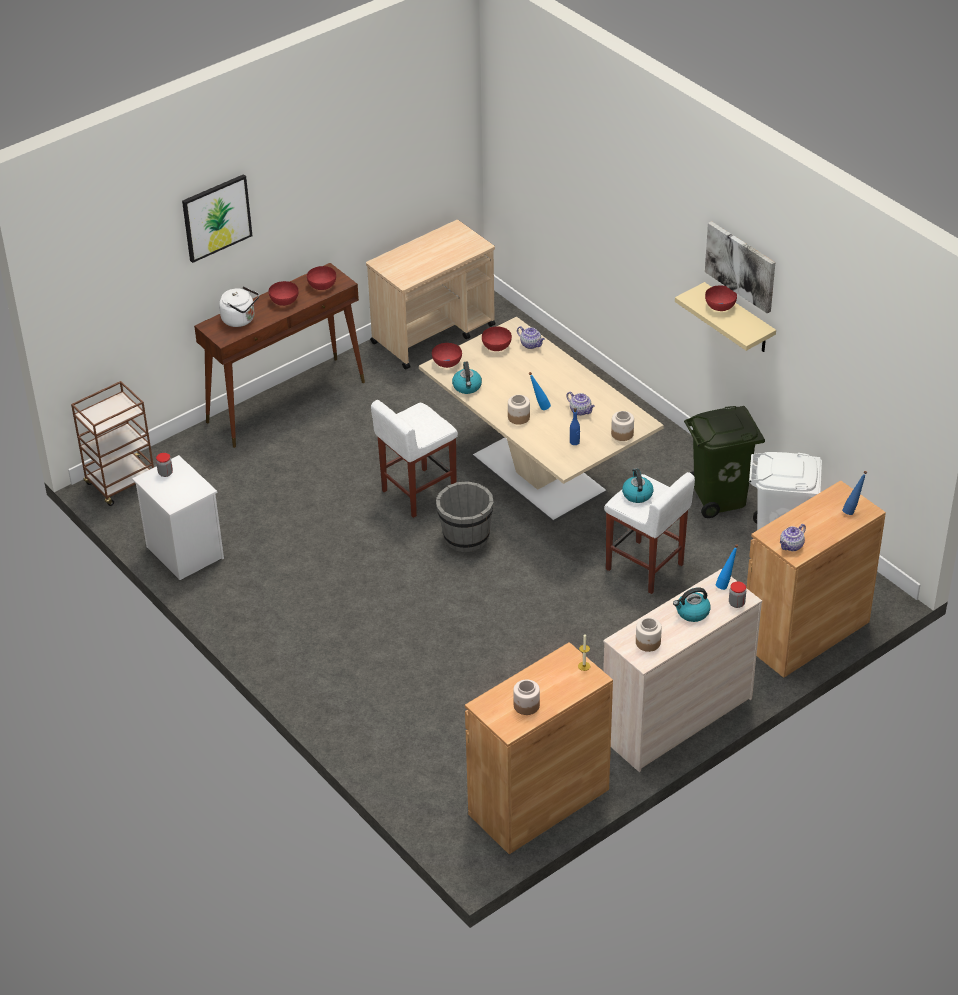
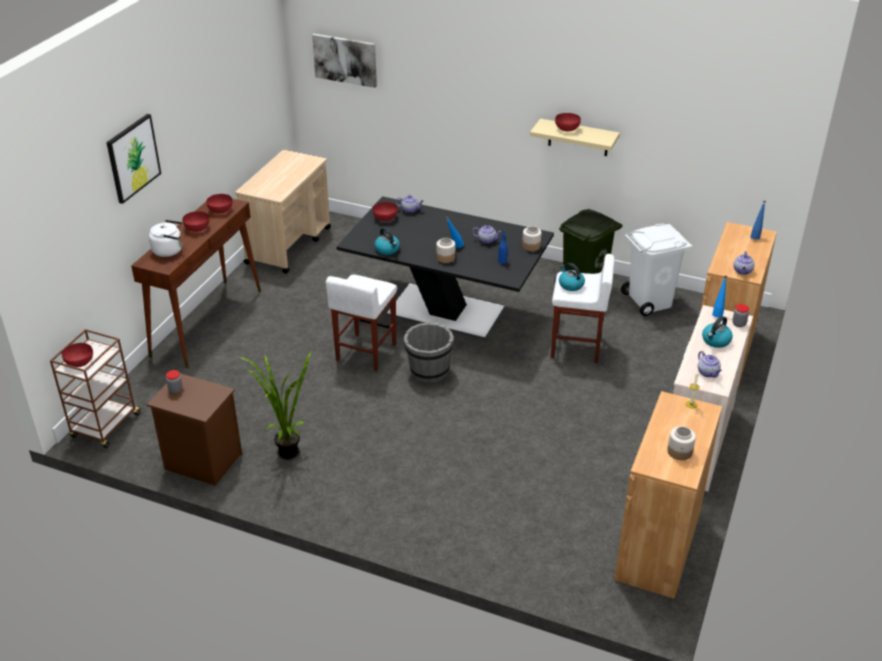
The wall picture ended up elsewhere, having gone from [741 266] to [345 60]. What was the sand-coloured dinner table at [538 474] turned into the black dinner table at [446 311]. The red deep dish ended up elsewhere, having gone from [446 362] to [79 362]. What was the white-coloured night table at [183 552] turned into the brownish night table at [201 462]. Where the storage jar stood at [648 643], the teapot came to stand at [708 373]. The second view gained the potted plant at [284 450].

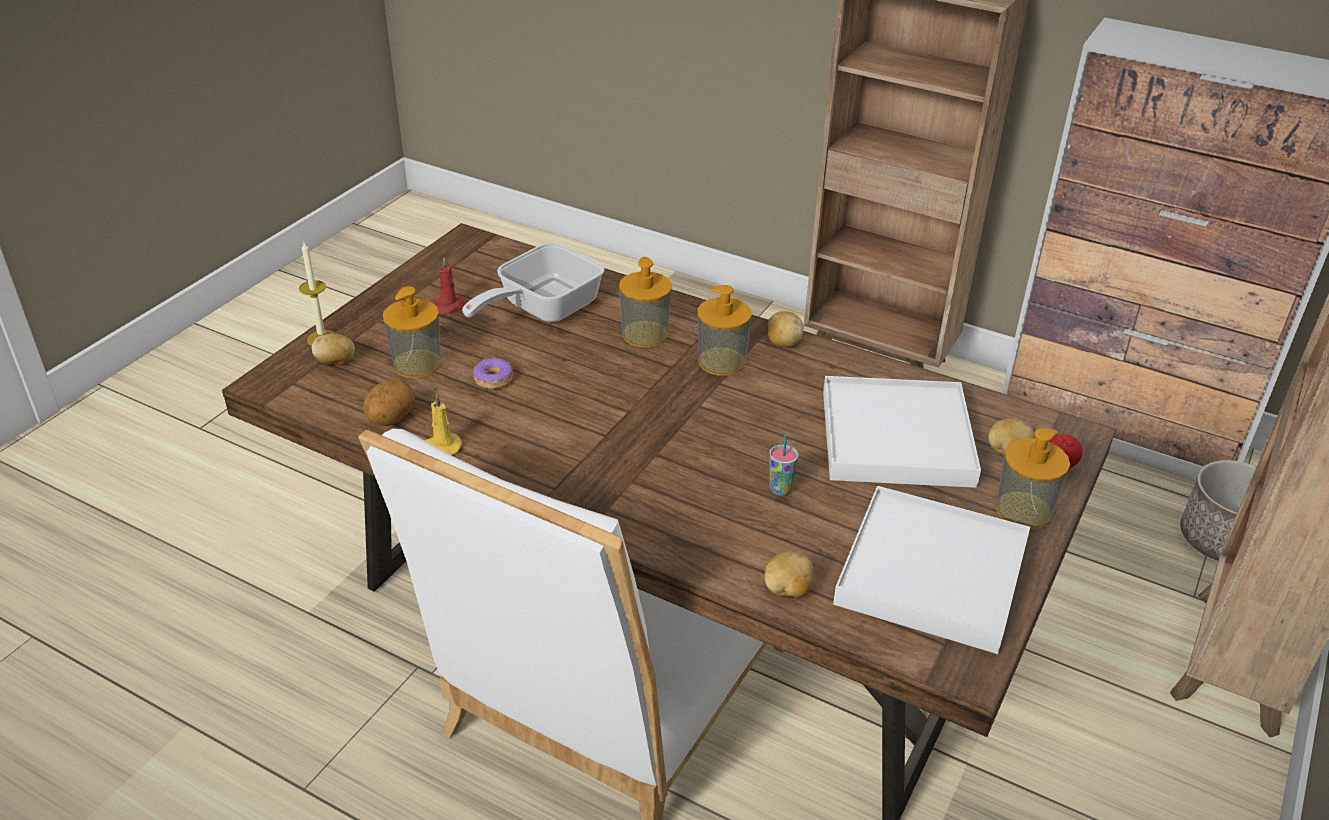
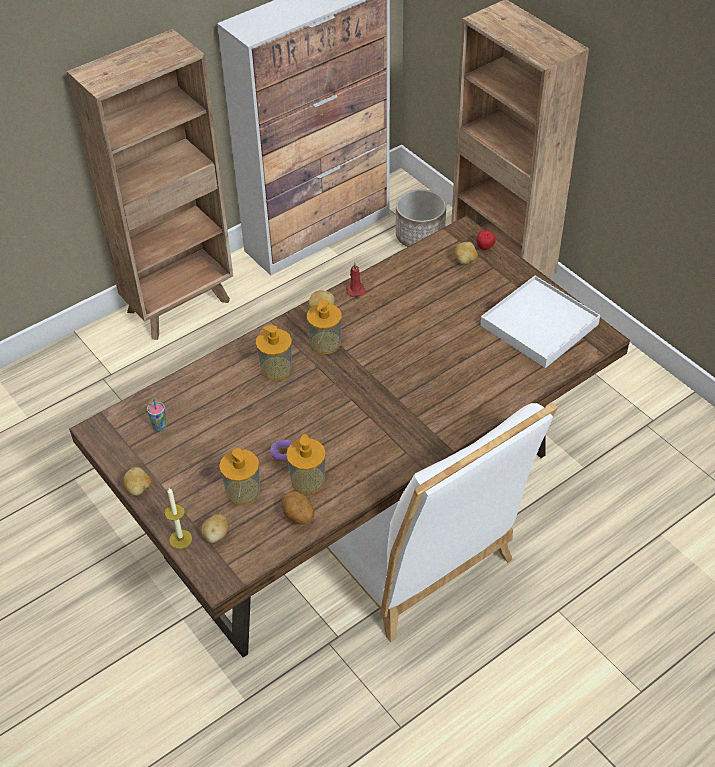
The second view lost the skillet at [541 309]. The red candle ended up elsewhere, having gone from [450 306] to [355 289]. The second view lost the white-coloured serving tray at [896 437]. The second view lost the yellow-coloured candle at [441 446]. The soap bottle ended up elsewhere, having gone from [1023 511] to [308 480]. The small cup ended up elsewhere, having gone from [780 489] to [159 426]. The spud ended up elsewhere, having gone from [787 590] to [139 489].

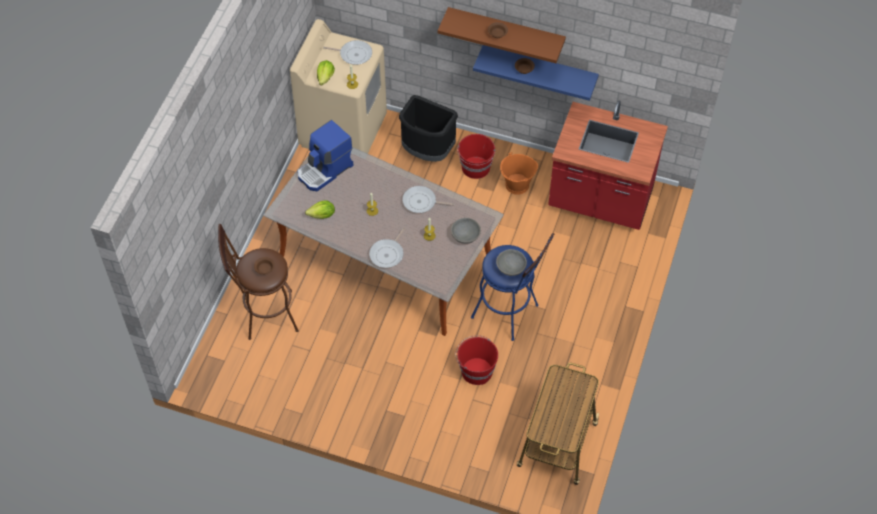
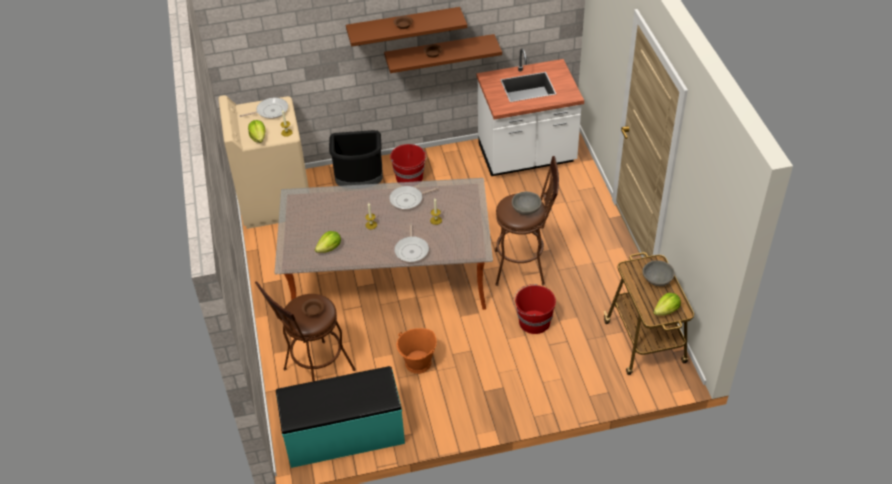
What was the blue-coloured shelf at [539 68] turned into the brownish shelf at [440 53]. What was the red counter at [600 200] turned into the white-coloured counter at [527 156]. The second view lost the coffee machine at [325 170]. The orange-coloured pail ended up elsewhere, having gone from [517 185] to [418 363]. The gray deep dish ended up elsewhere, having gone from [465 235] to [656 279]. What was the blue-coloured stool seat at [510 314] turned into the brownish stool seat at [525 267]. The second view gained the lettuce at [666 311]. The second view gained the turquoise long seat at [344 435].

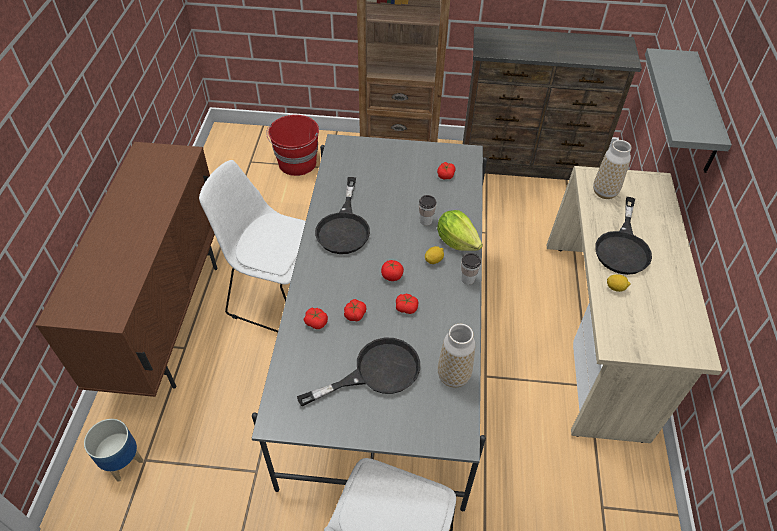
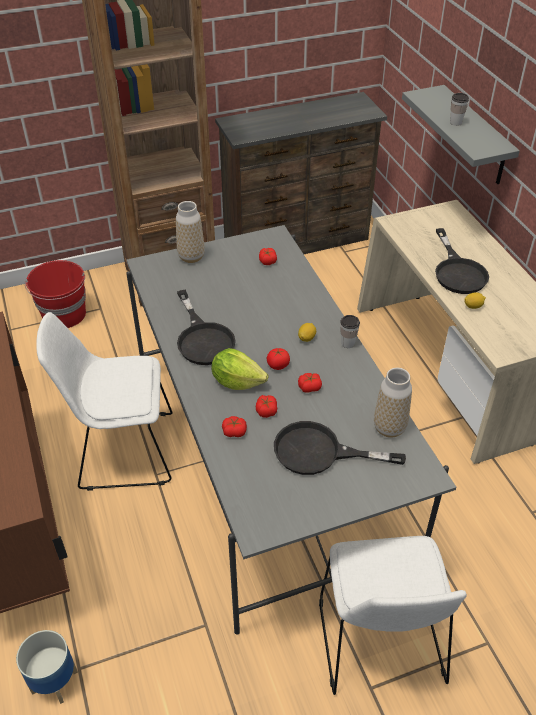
The decorative vase ended up elsewhere, having gone from [604 192] to [191 257]. The small cup ended up elsewhere, having gone from [426 221] to [455 122]. The lettuce ended up elsewhere, having gone from [457 241] to [237 381]. The black skillet at [376 372] ended up facing another way, 120 degrees counterclockwise from before.

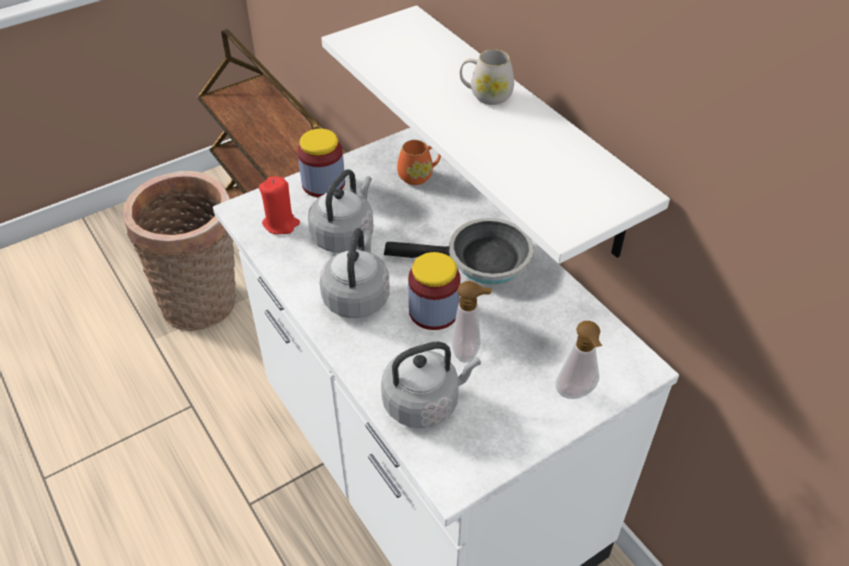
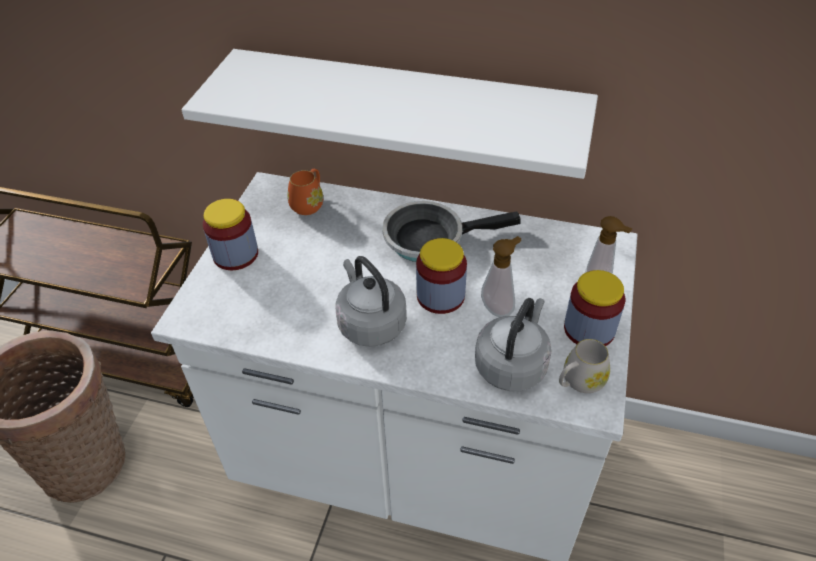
The white-coloured mug ended up elsewhere, having gone from [485 95] to [579 382]. The second view lost the gray tea kettle at [344 234]. The second view lost the red candle at [281 224]. The skillet at [481 260] ended up facing another way, 150 degrees counterclockwise from before. The second view gained the storage jar at [589 329].

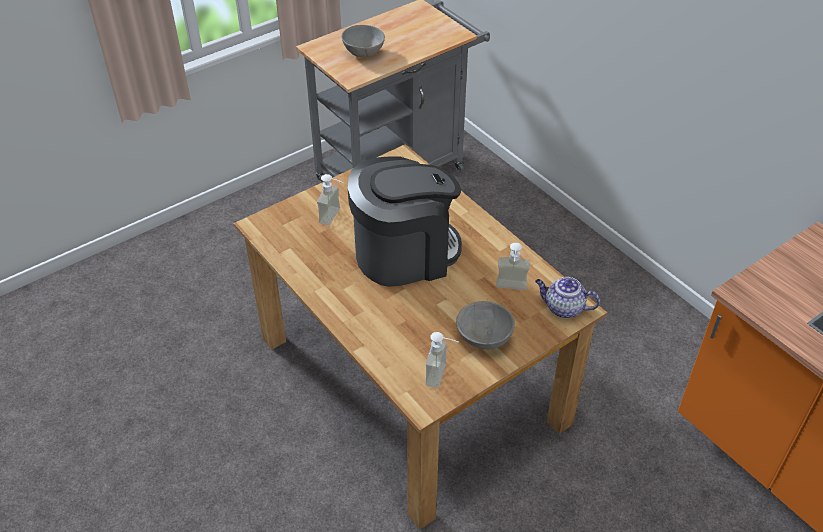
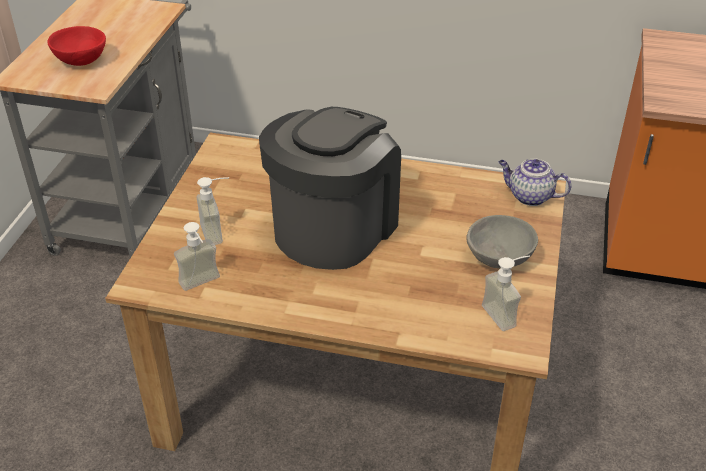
What was the gray deep dish at [364 53] turned into the red deep dish at [81 60]. The soap bottle ended up elsewhere, having gone from [511 289] to [203 285]. The teapot at [563 308] ended up facing another way, 45 degrees clockwise from before.

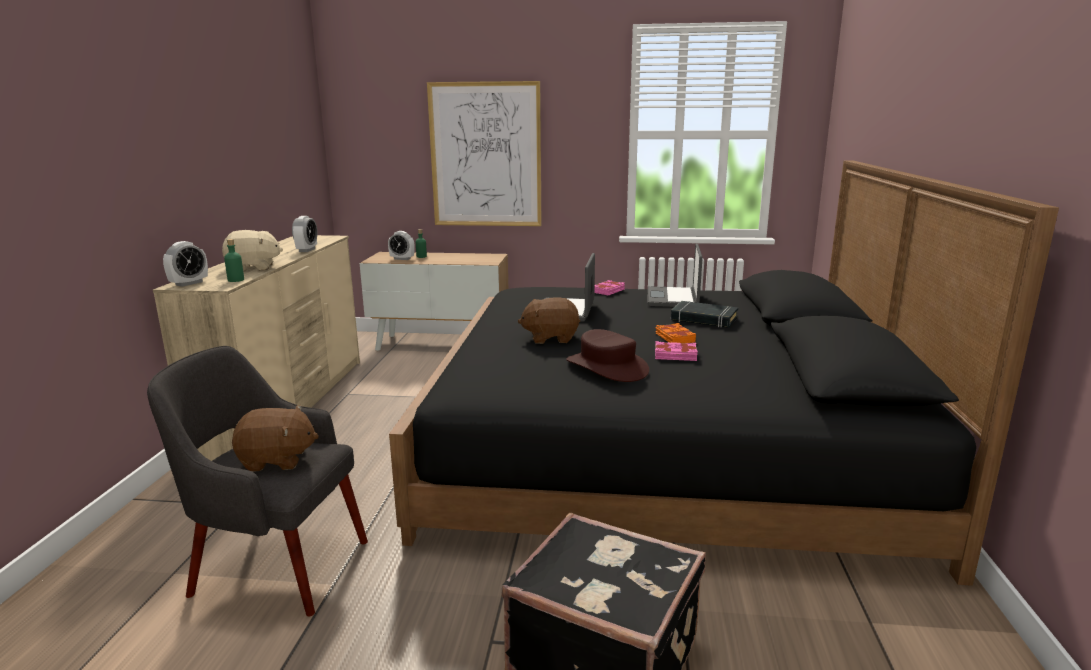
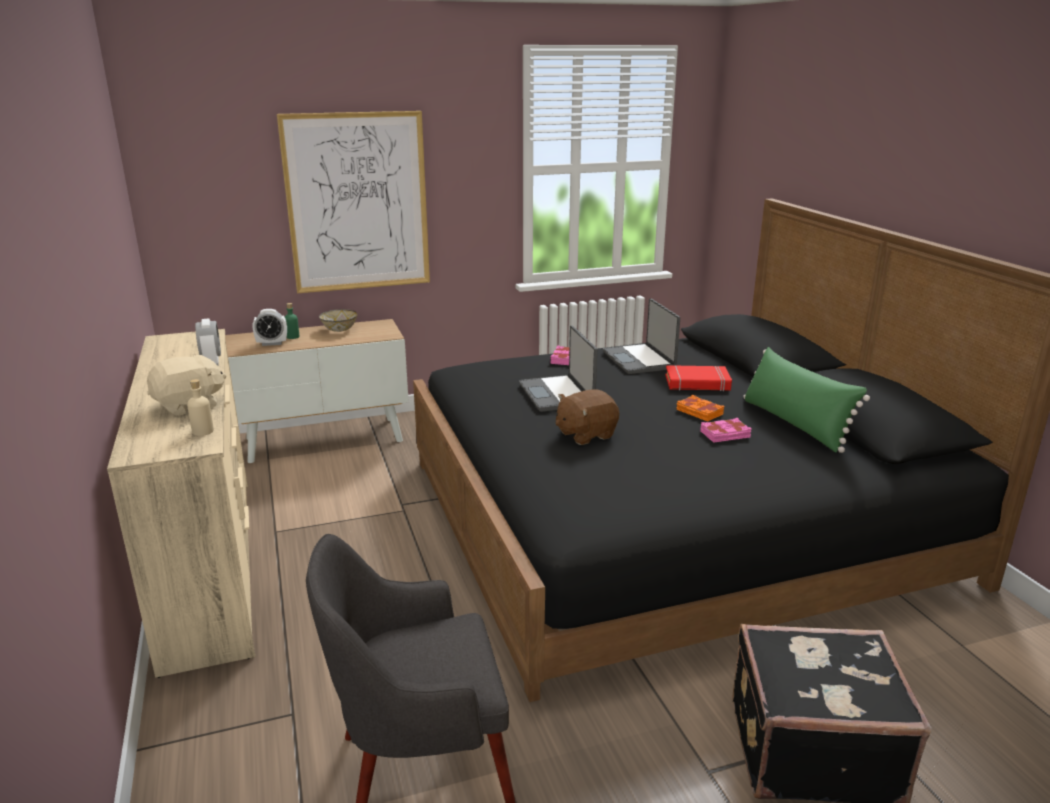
What was the green-coloured drink bottle at [236 280] turned into the sand-coloured drink bottle at [203 431]. The second view lost the alarm clock at [189 283]. What was the black book at [703 319] turned into the red book at [697 383]. The second view lost the brownish clothing hat at [607 367]. The second view lost the brownish cuddly toy at [277 460]. The second view gained the deep dish at [339 330]. The second view gained the green-coloured pillow at [794 424].

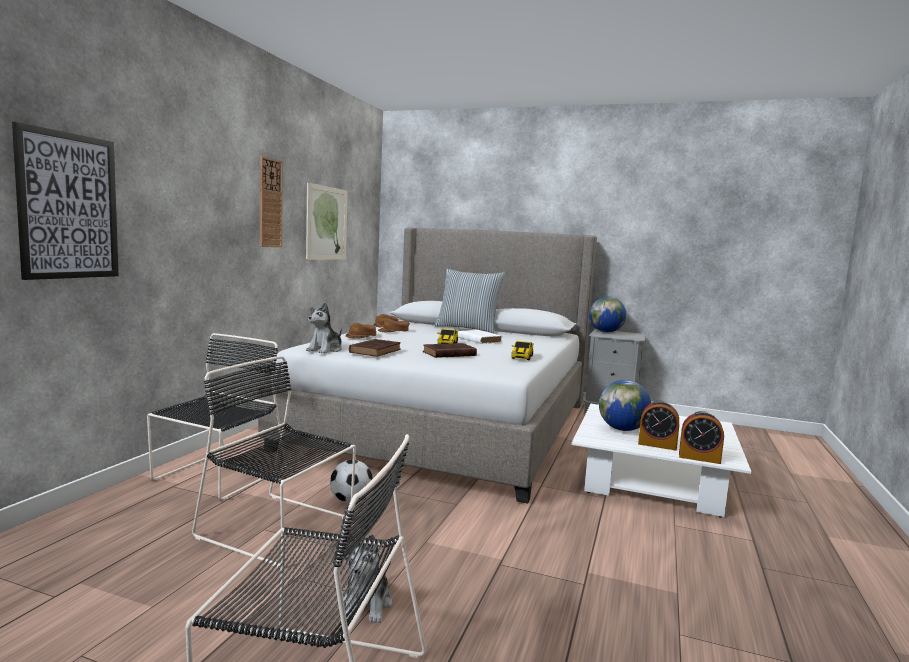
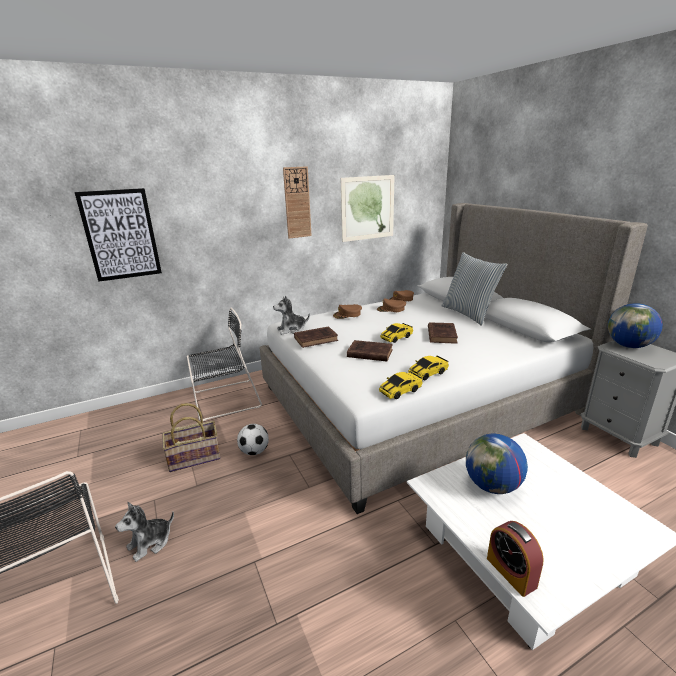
What was the white-coloured book at [478 339] turned into the brownish book at [441 335]. Where the black plain chair stood at [280 529], the basket came to stand at [194 457]. The second view lost the alarm clock at [657 445]. The second view gained the miniature car at [400 391].

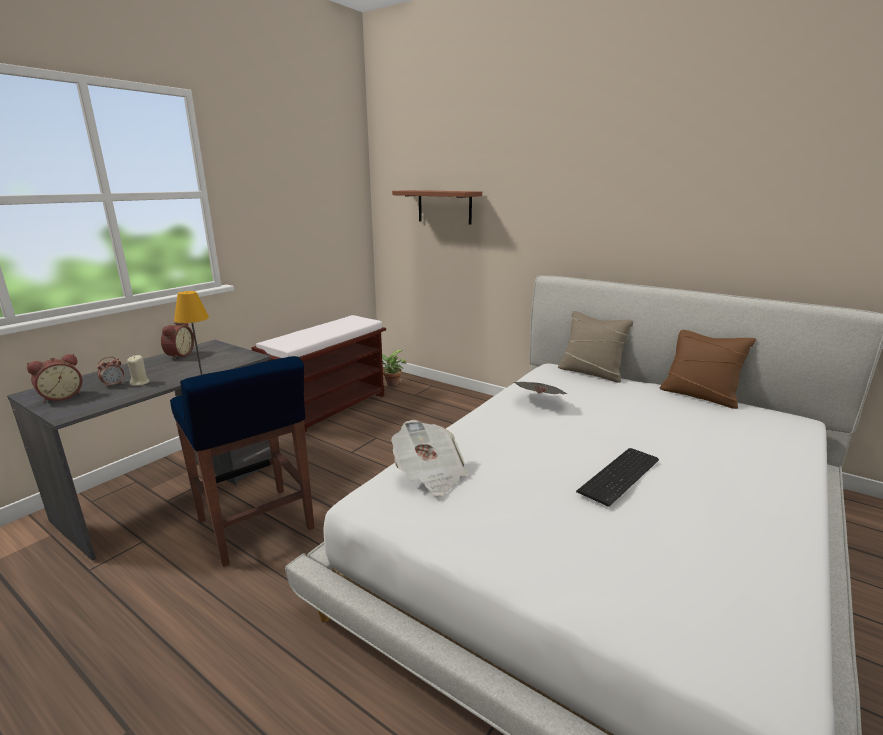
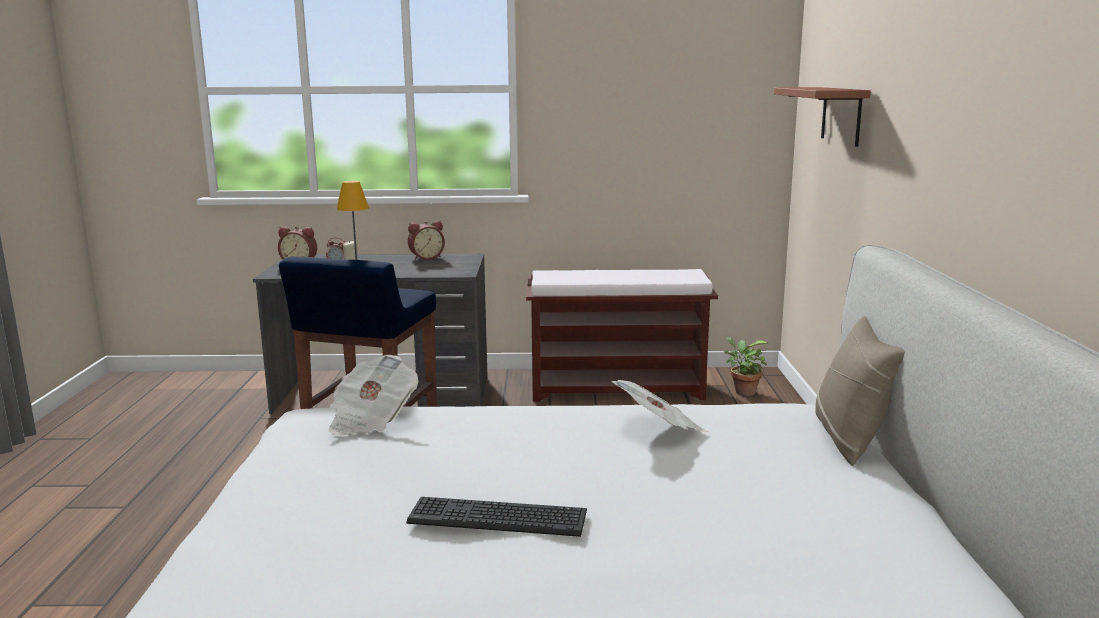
The second view lost the brownish pillow at [699 396].

